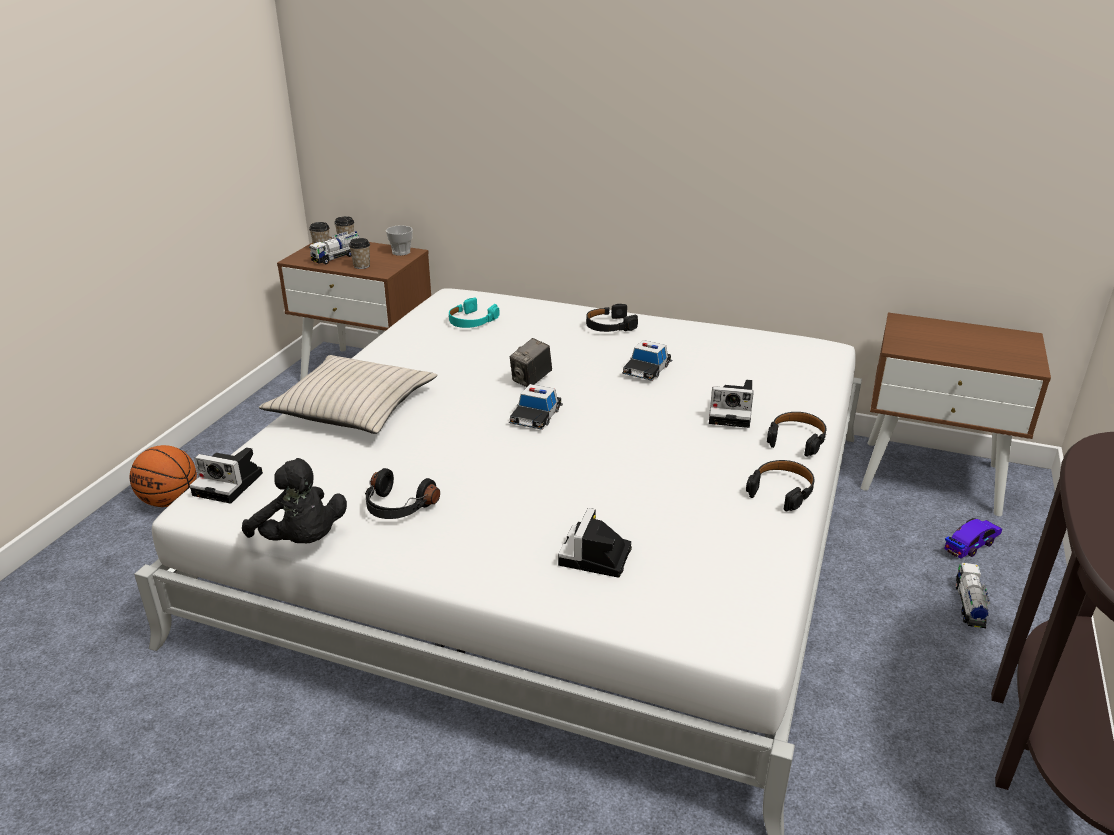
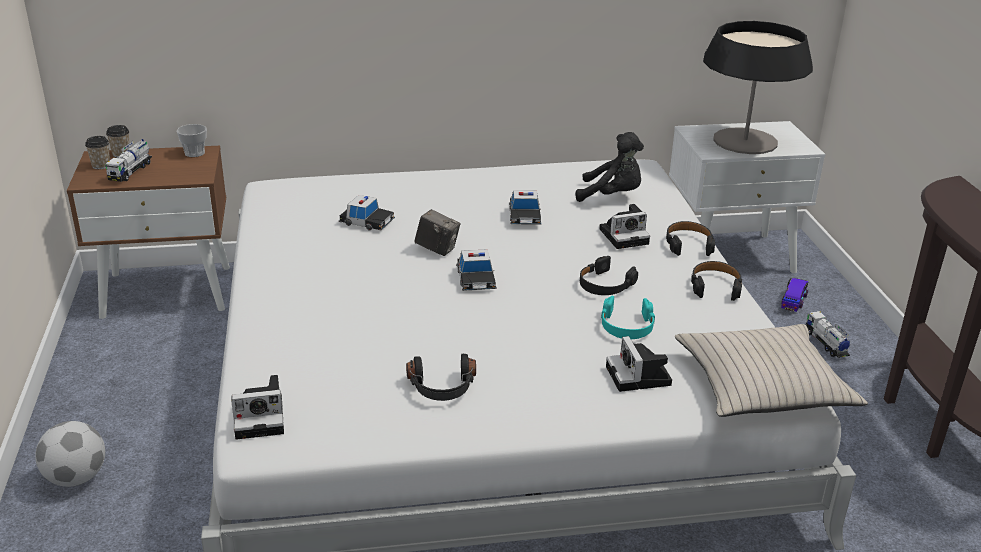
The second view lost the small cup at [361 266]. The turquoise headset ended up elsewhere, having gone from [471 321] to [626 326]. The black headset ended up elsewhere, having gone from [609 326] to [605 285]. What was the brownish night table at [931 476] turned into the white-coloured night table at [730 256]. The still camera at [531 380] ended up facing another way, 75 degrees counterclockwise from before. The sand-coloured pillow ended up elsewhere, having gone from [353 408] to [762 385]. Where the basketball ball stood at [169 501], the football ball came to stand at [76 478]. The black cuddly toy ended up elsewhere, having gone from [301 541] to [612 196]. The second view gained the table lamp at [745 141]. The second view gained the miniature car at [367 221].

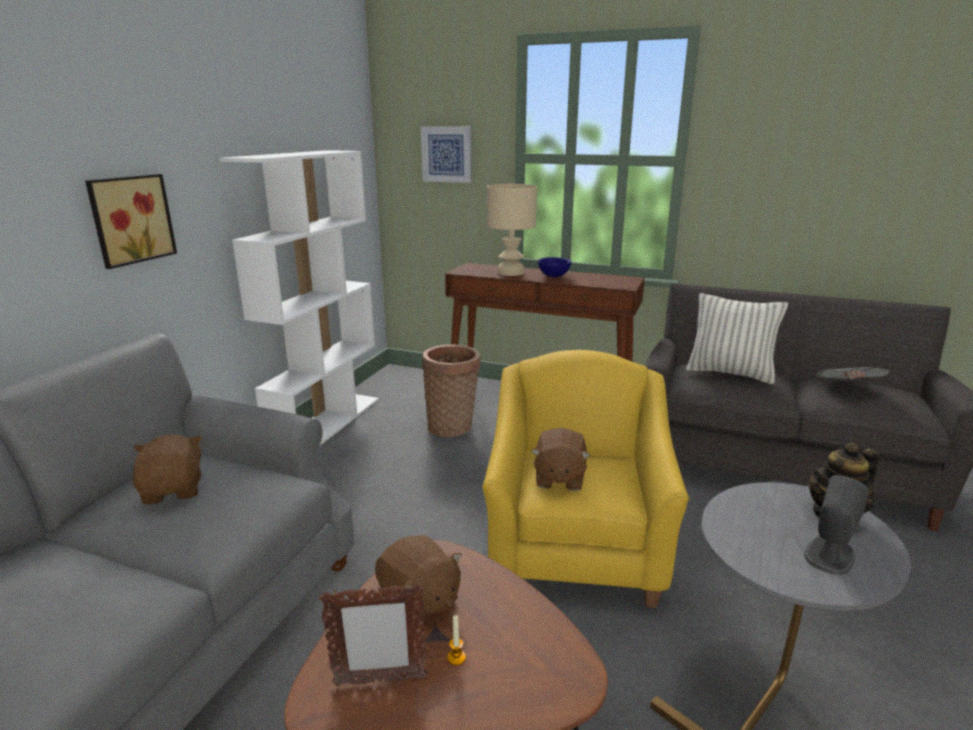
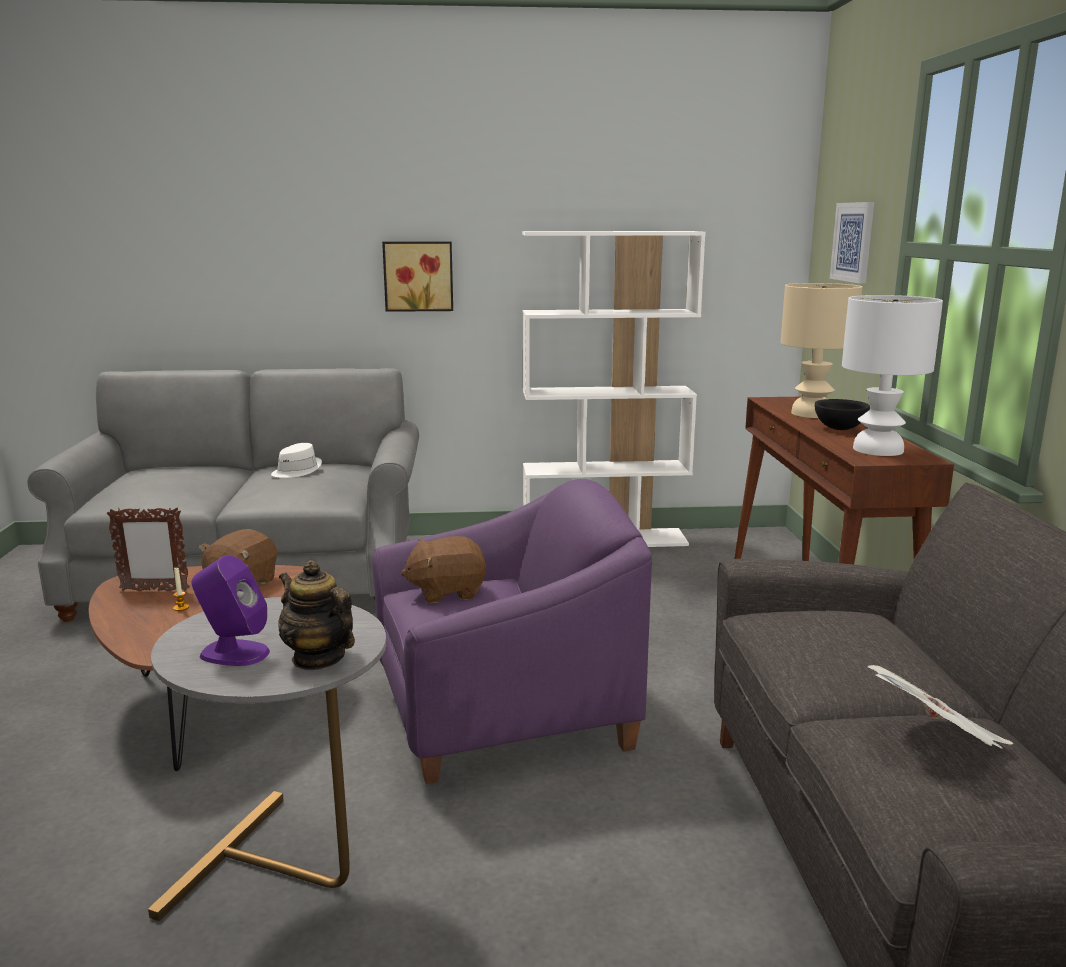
What was the blue-coloured deep dish at [554 276] turned into the black deep dish at [839 429]. The second view lost the pillow at [730 373]. The second view lost the basket at [452 426]. What was the yellow-coloured easy chair at [575 546] turned into the purple-coloured easy chair at [504 716]. Where the brownish cuddly toy stood at [174 490], the white-coloured clothing hat came to stand at [296 471]. What was the gray loudspeaker at [829 555] turned into the purple-coloured loudspeaker at [234 653]. The picture frame at [379 681] ended up facing another way, 60 degrees counterclockwise from before. The second view gained the white-coloured table lamp at [877 450].

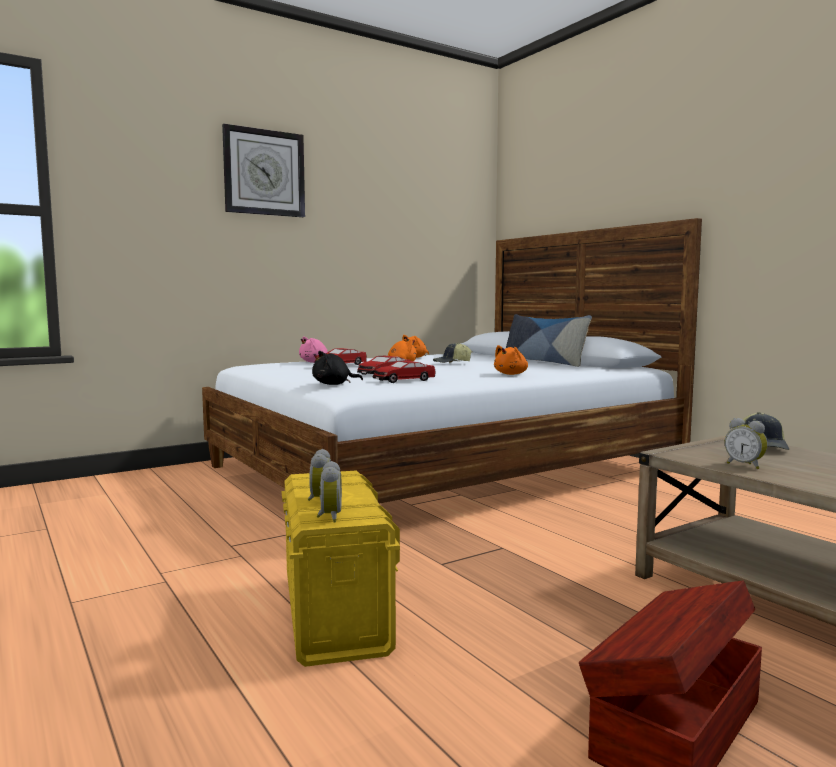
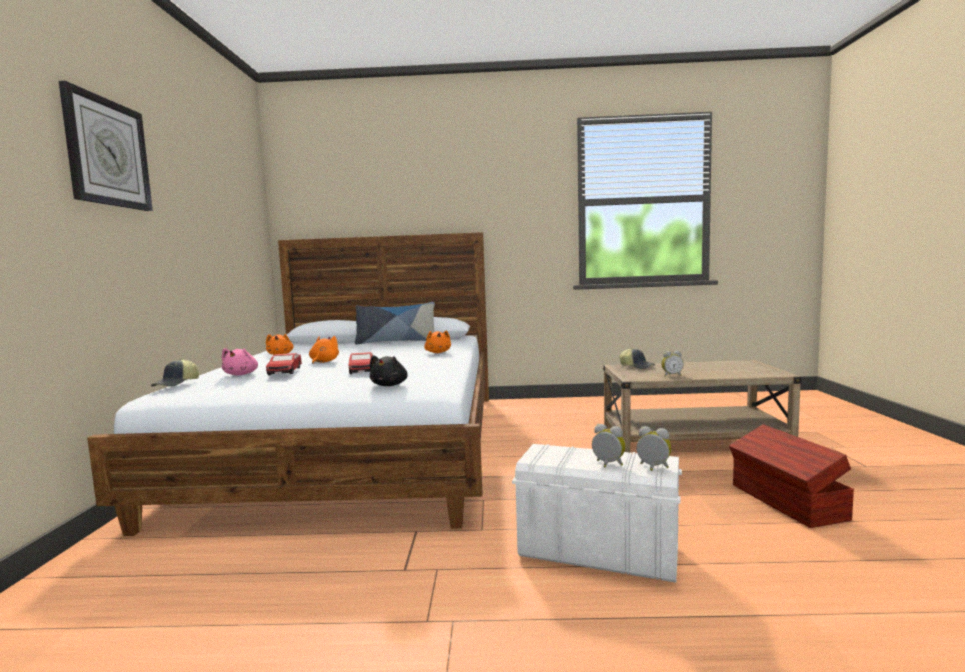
The cap ended up elsewhere, having gone from [452 363] to [177 384]. The second view lost the miniature car at [403 380]. What was the yellow-coloured storage bin at [335 612] turned into the white-coloured storage bin at [597 552].

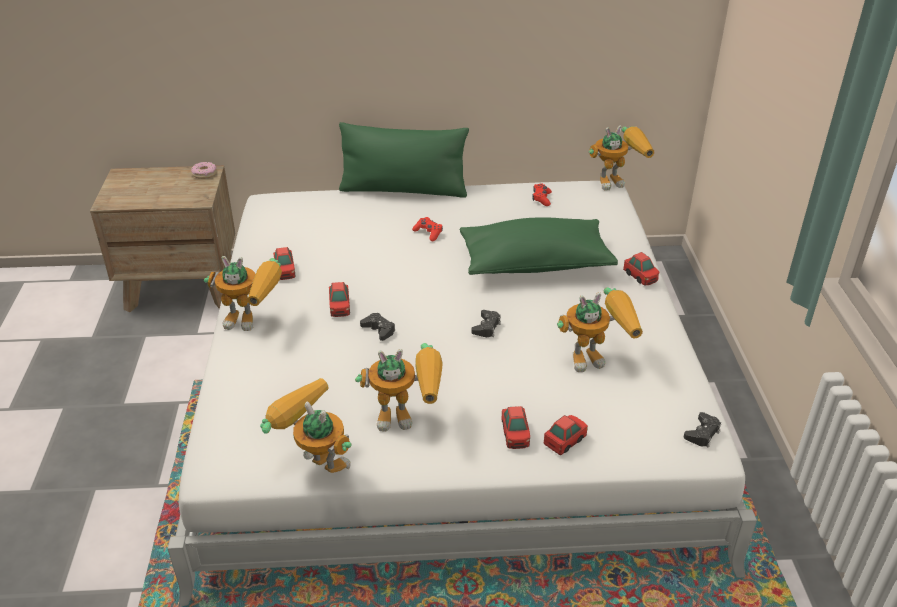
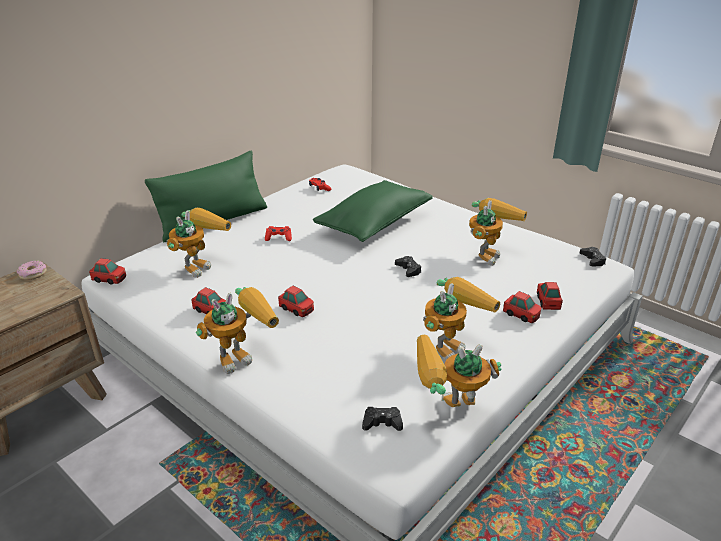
The robot figure ended up elsewhere, having gone from [617 181] to [200 264]. The miniature car ended up elsewhere, having gone from [640 277] to [110 279]. The black joypad ended up elsewhere, having gone from [379 330] to [382 423].

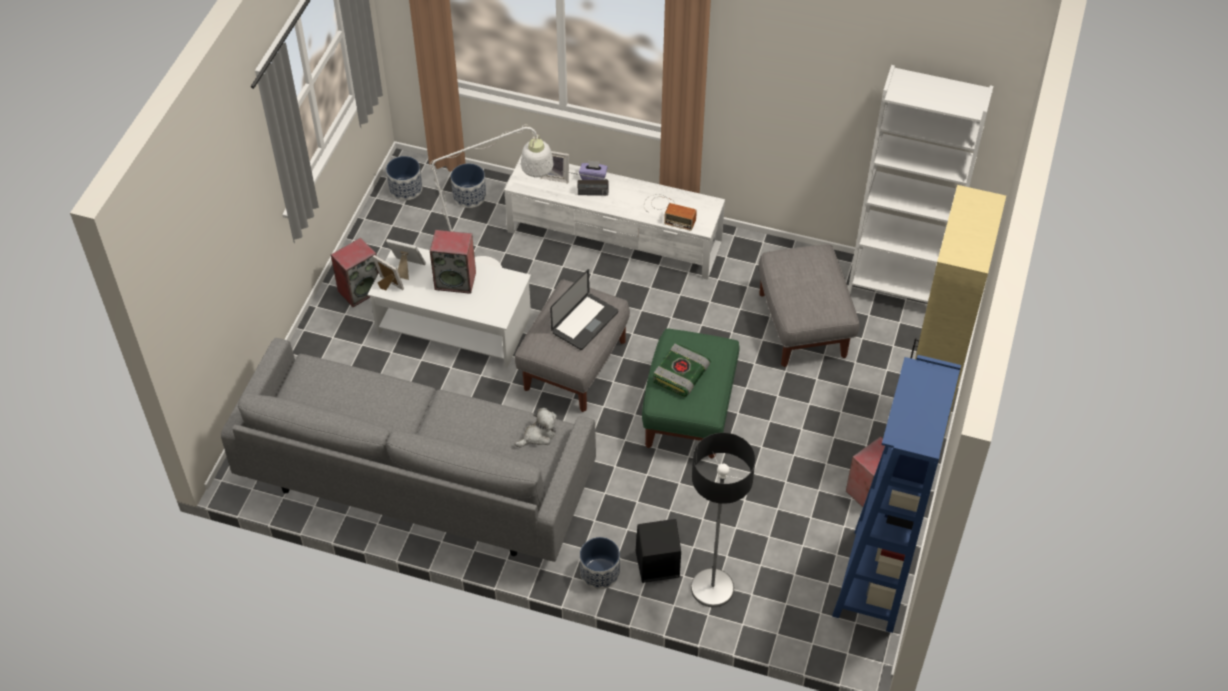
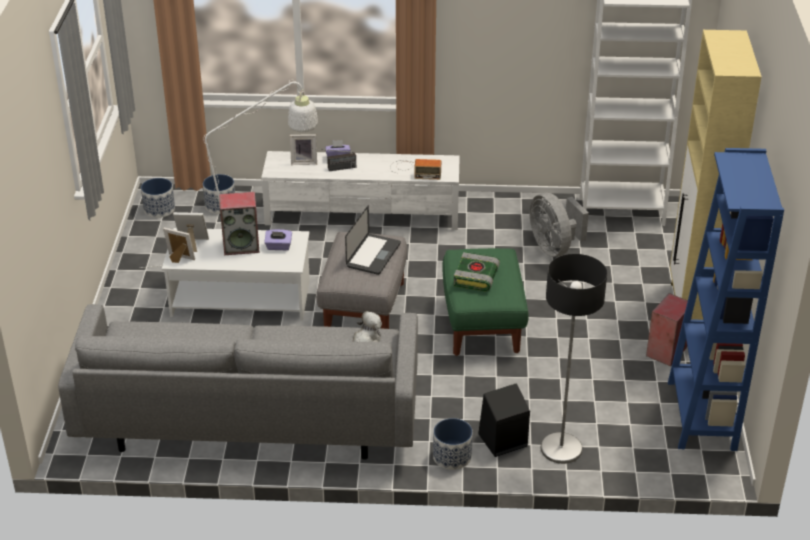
The second view lost the loudspeaker at [360 290]. Where the gray footrest stood at [803 325], the gray fan came to stand at [554 247]. The second view gained the purple-coloured tissue box at [278 247].

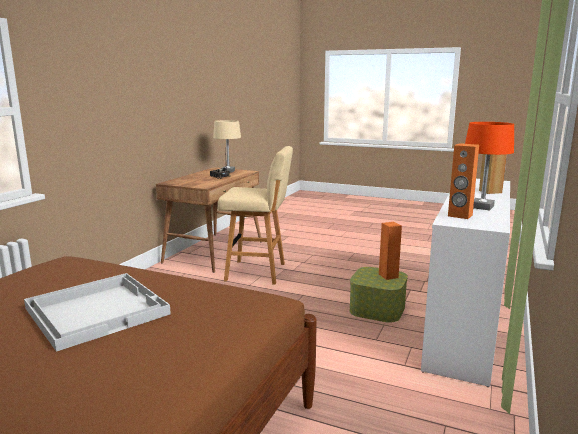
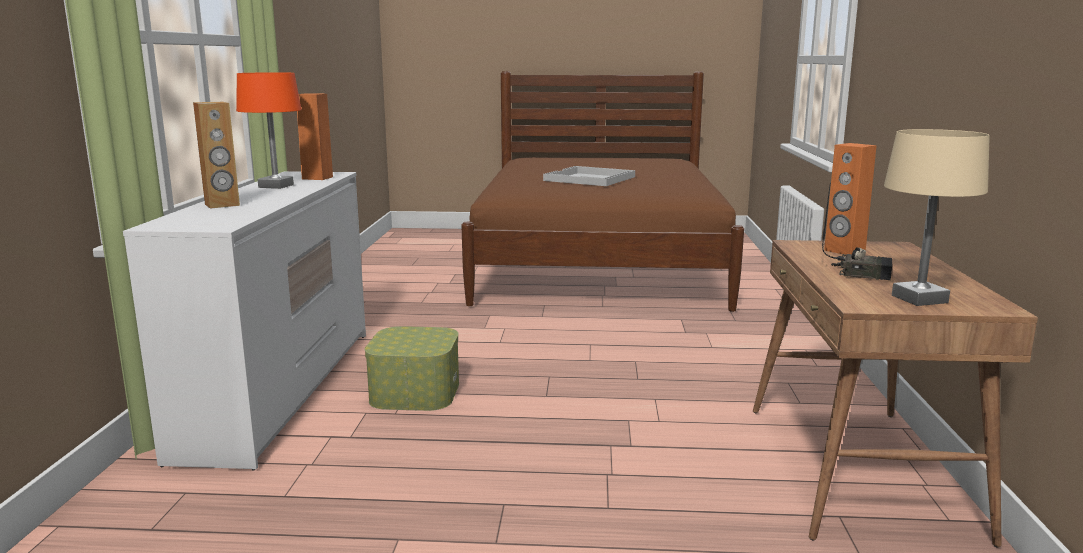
The second view lost the sand-coloured stool seat at [258 272]. The orange-coloured loudspeaker ended up elsewhere, having gone from [388 276] to [844 251].

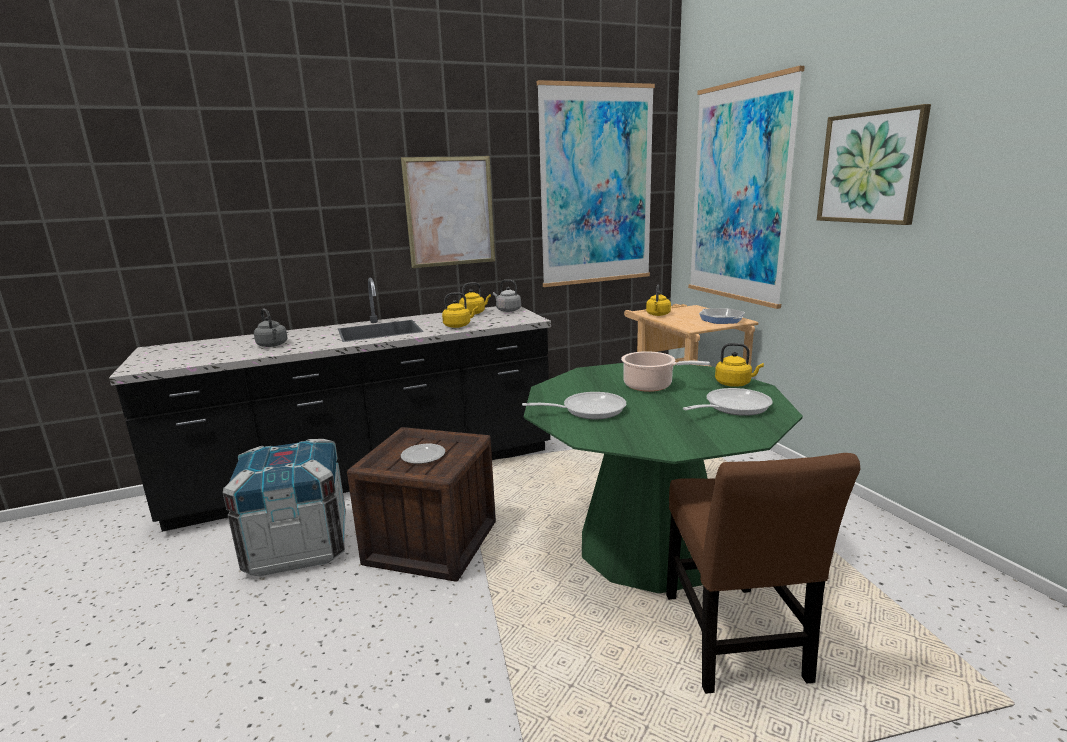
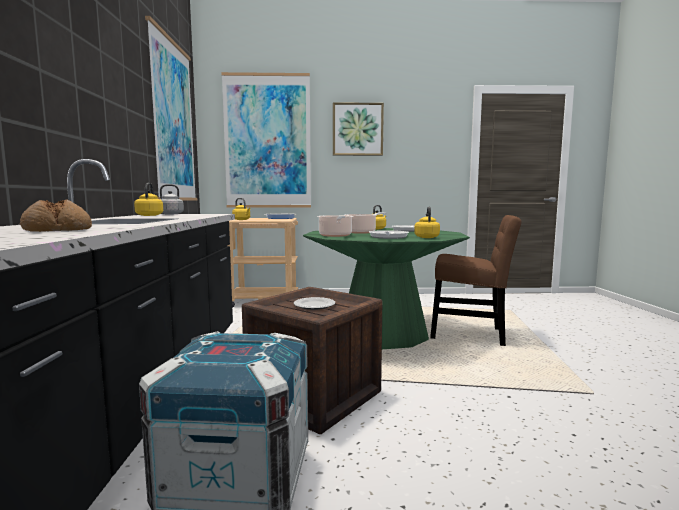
The second view lost the wall picture at [450 212]. The yellow-coloured tea kettle ended up elsewhere, having gone from [458 326] to [426 237]. Where the gray tea kettle stood at [273 345], the baked bread came to stand at [57 229]. The second view gained the stockpot at [335 235].

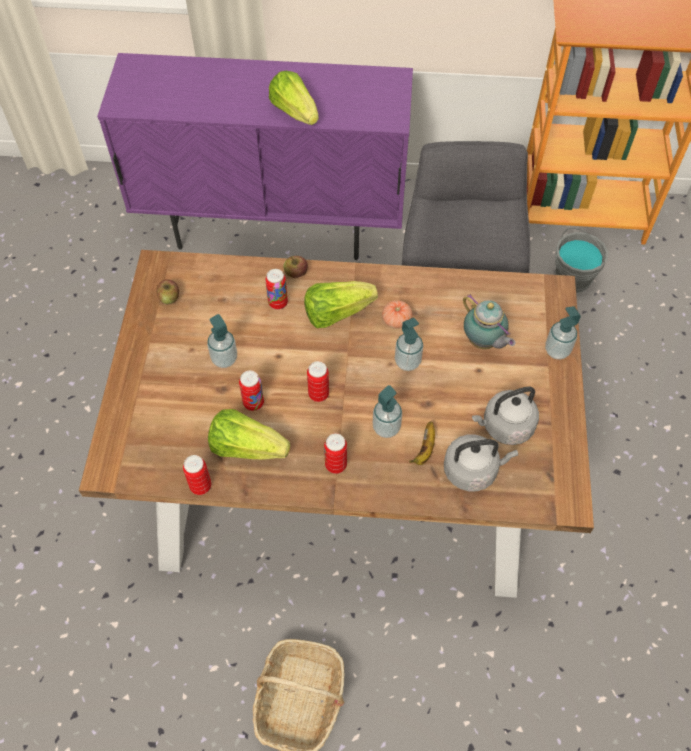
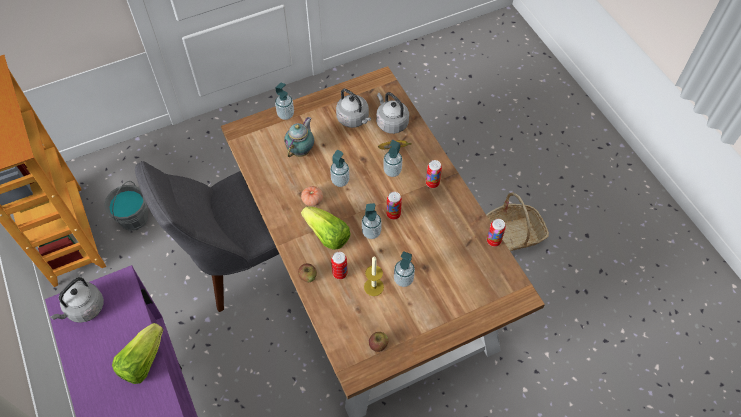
The second view lost the can at [253 403]. The second view lost the lettuce at [246 447]. The second view gained the soap bottle at [371 232]. The second view gained the candle at [373 287]. The second view gained the gray tea kettle at [84 309].

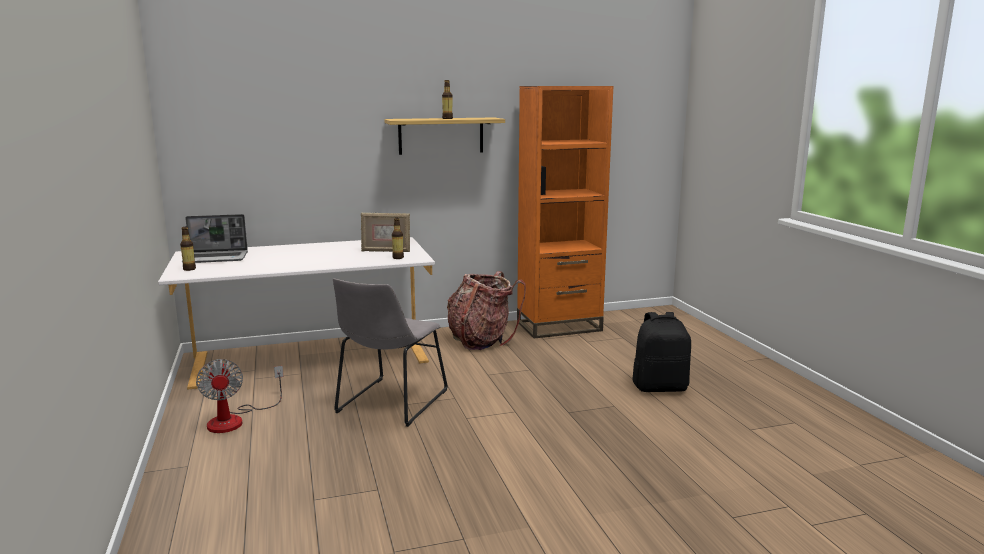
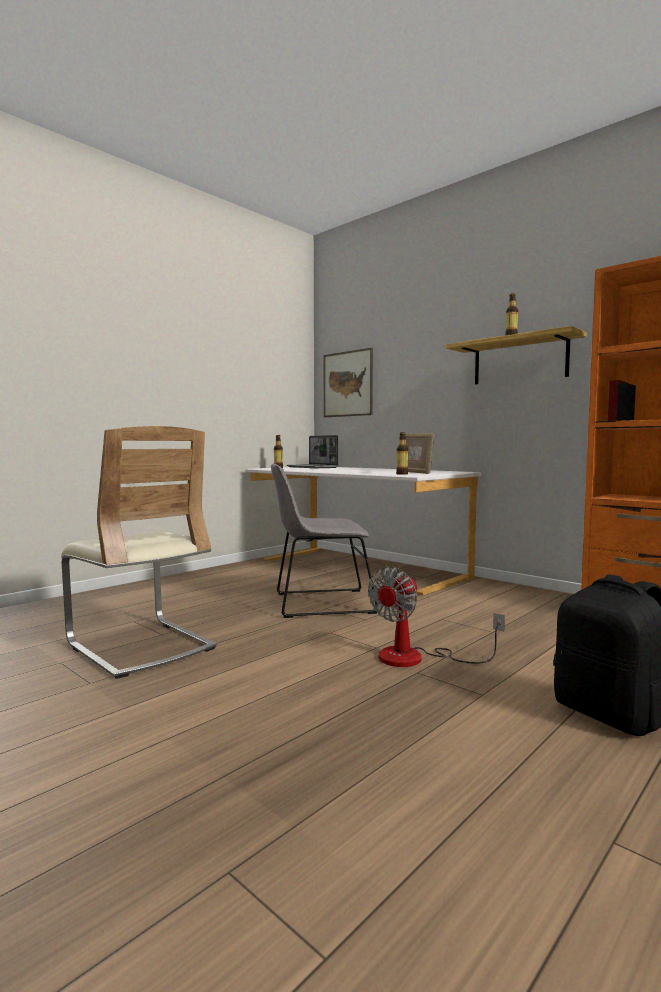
The second view lost the backpack at [481 340]. The fan ended up elsewhere, having gone from [235 419] to [417 658]. The second view gained the wall picture at [347 384]. The second view gained the sand-coloured plain chair at [140 646].

